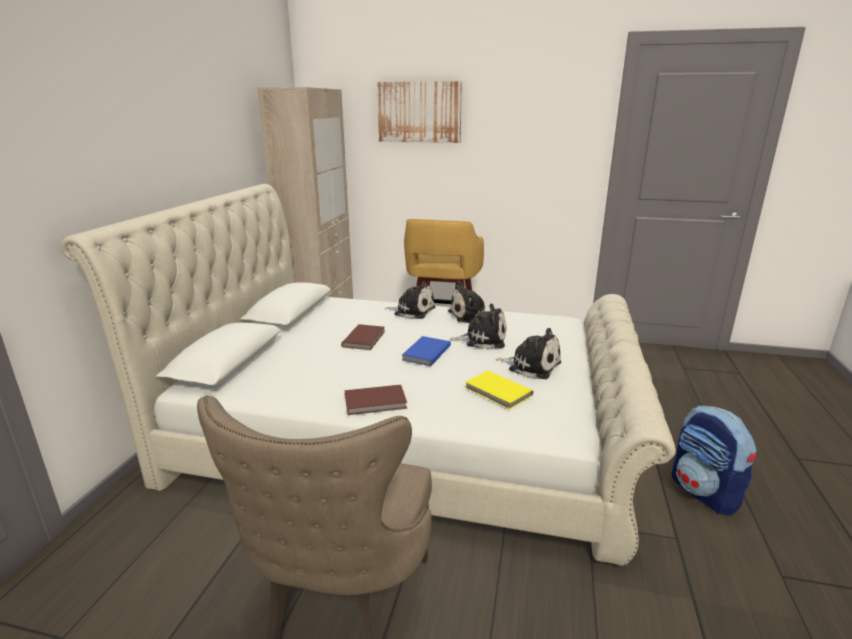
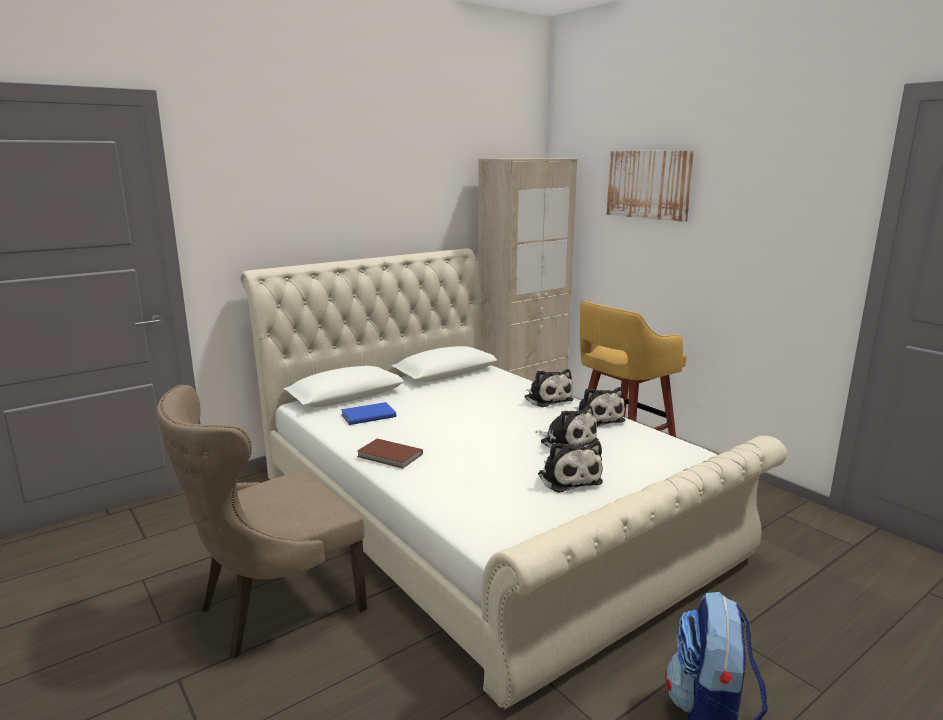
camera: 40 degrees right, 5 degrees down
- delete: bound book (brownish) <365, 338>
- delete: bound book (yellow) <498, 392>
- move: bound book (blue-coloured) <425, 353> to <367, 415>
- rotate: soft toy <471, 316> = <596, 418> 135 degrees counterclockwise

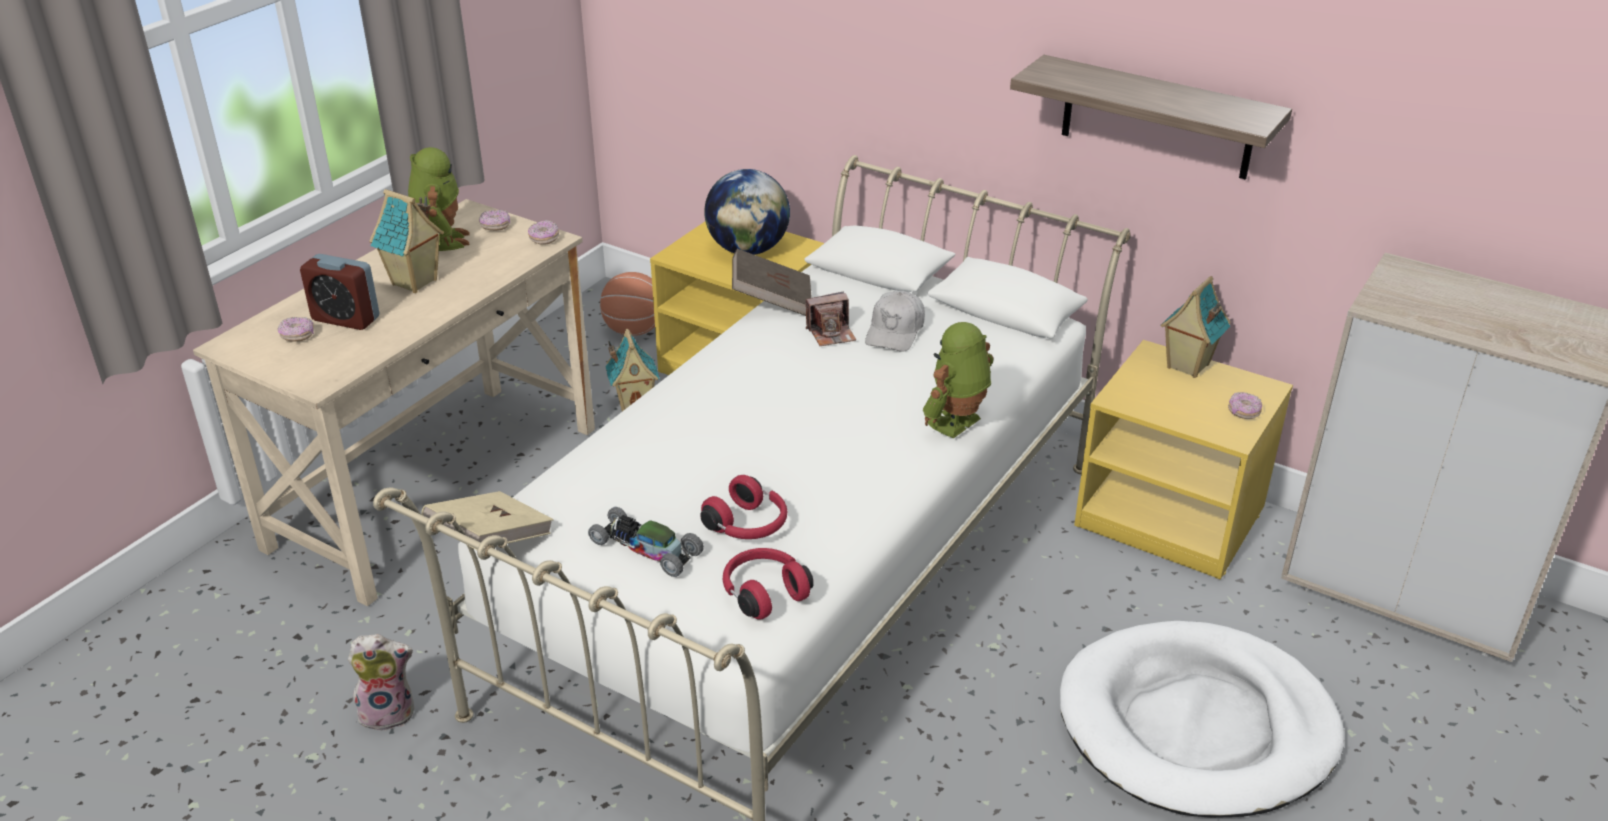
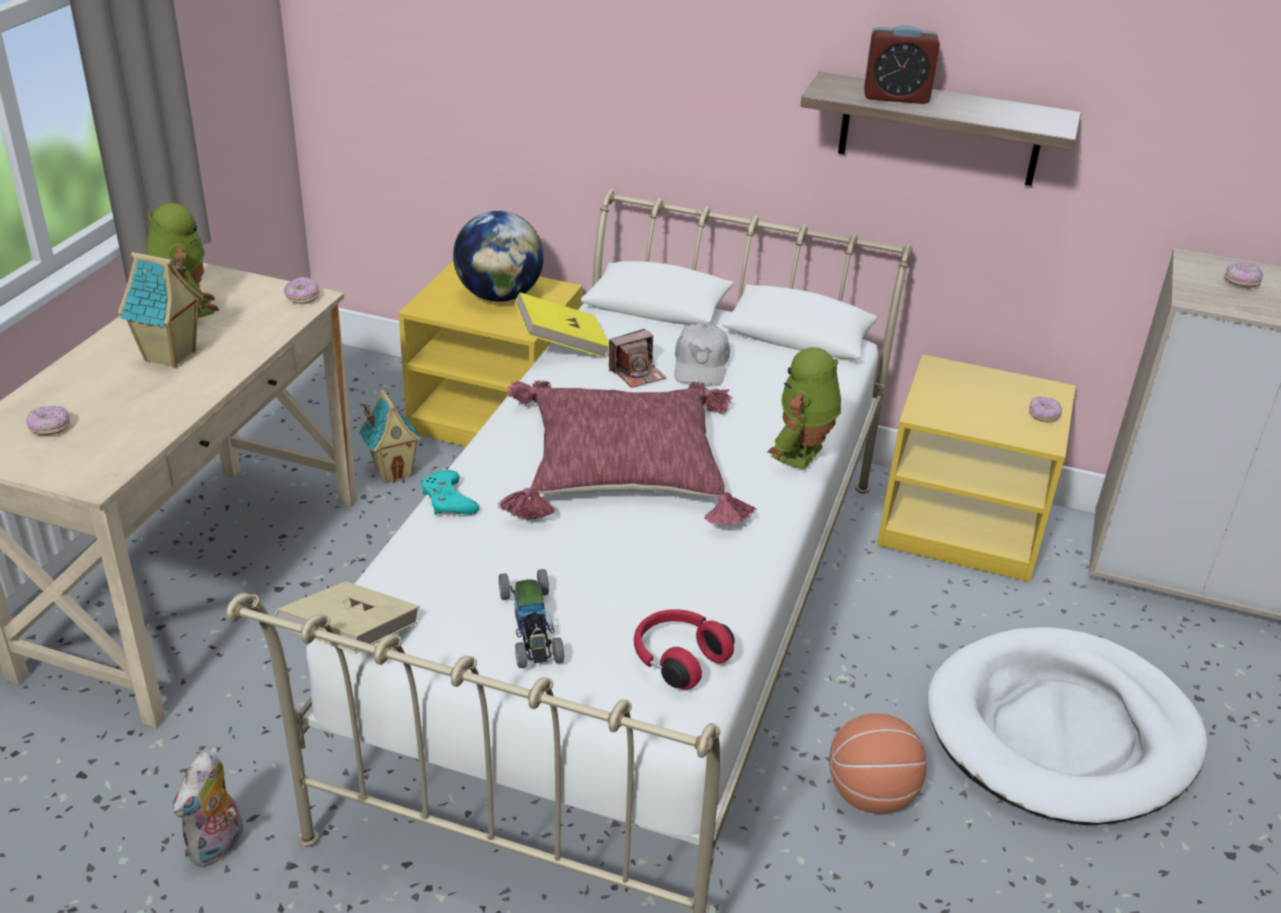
camera: 15 degrees left, 0 degrees up
- delete: headphones (red) <748, 526>
- delete: miniature house <1186, 366>
- insert: joypad (turquoise-coloured) <448, 500>
- insert: pillow (red) <623, 461>
- move: table clock <346, 319> to <896, 97>
- move: doughnut <495, 227> to <1241, 283>
- move: basketball <634, 330> to <871, 794>
- recolor: bound book (brownish) <772, 300> to bound book (yellow) <561, 345>
- rotate: soft toy <389, 712> = <218, 847> 135 degrees clockwise
- rotate: model car <645, 549> = <531, 626> 120 degrees counterclockwise

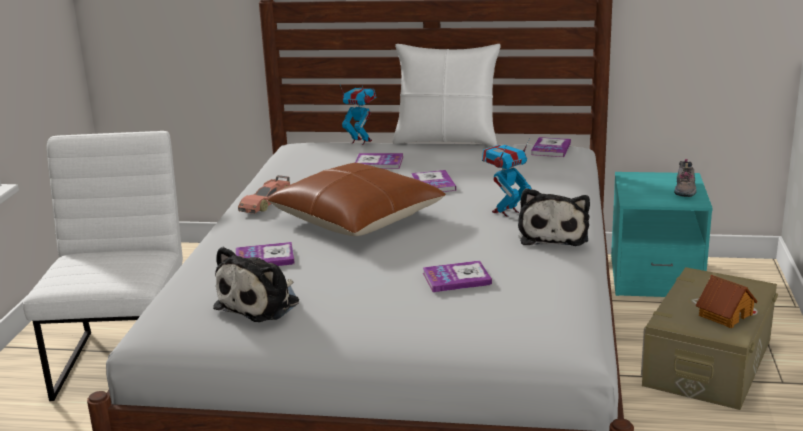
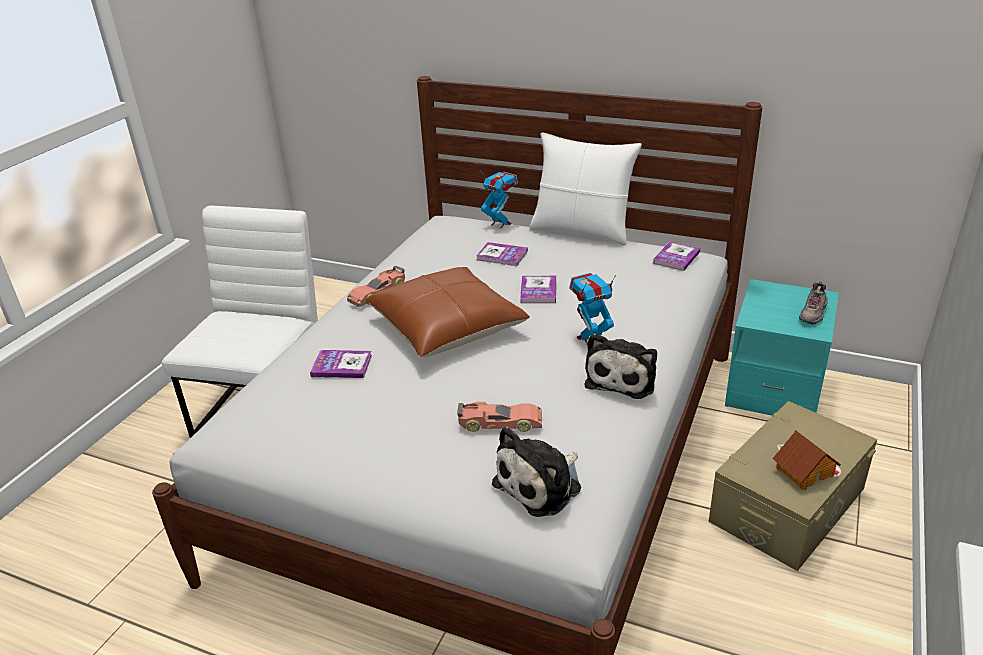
camera: 15 degrees right, 10 degrees up
- move: soft toy <261, 304> to <541, 484>
- replace: bound book <456, 278> to model car <500, 423>

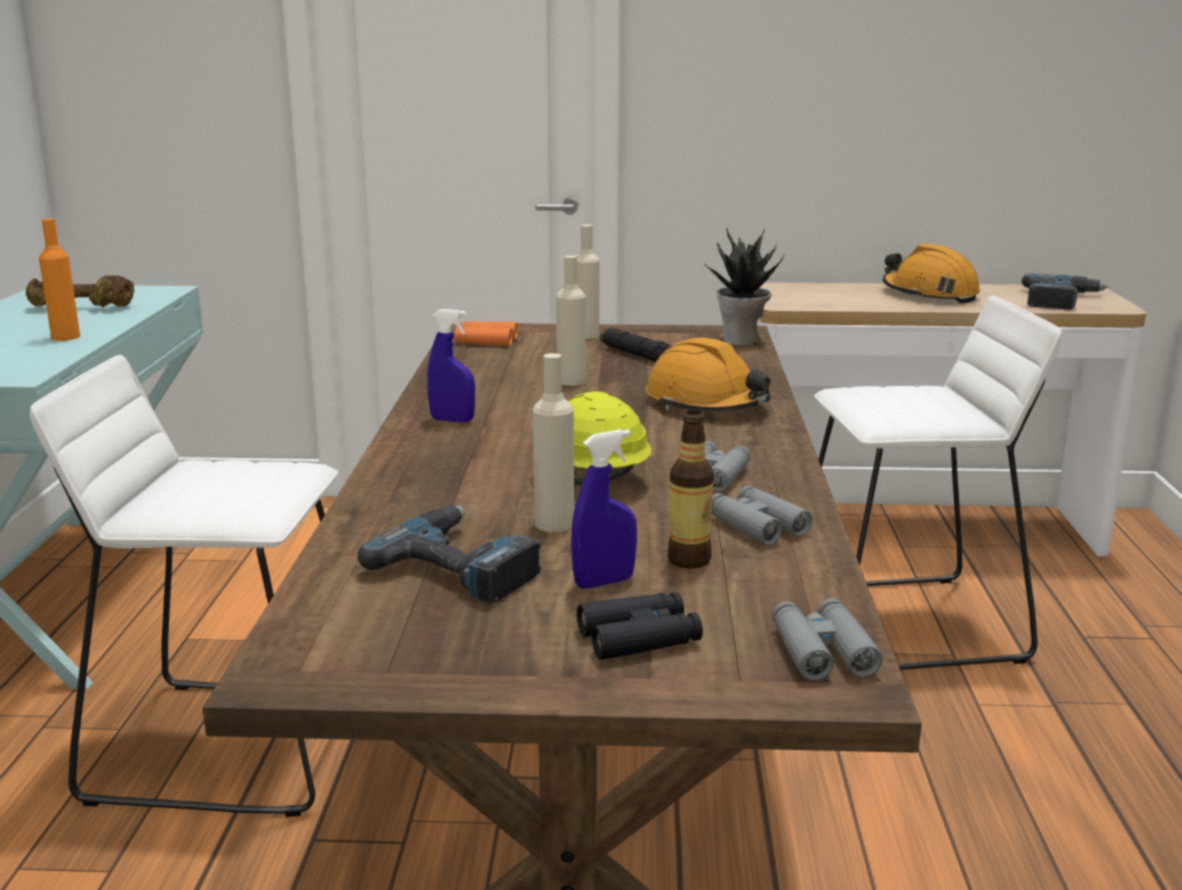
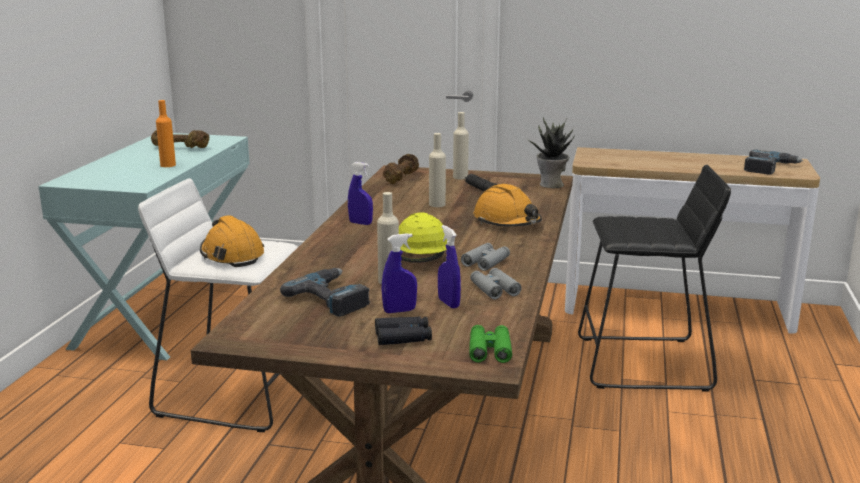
camera: 10 degrees right, 0 degrees up
- move: hard hat (orange-coloured) <929, 294> to <232, 255>
- replace: pair of binoculars (orange-coloured) <486, 341> to dumbbell (brownish) <400, 178>
- replace: bottle <689, 560> to spray bottle (blue-coloured) <448, 303>
- recolor: pair of binoculars (greyish) <822, 651> to pair of binoculars (greenish) <490, 350>
- recolor: stool seat (whitish) <905, 625> to stool seat (black-coloured) <643, 364>

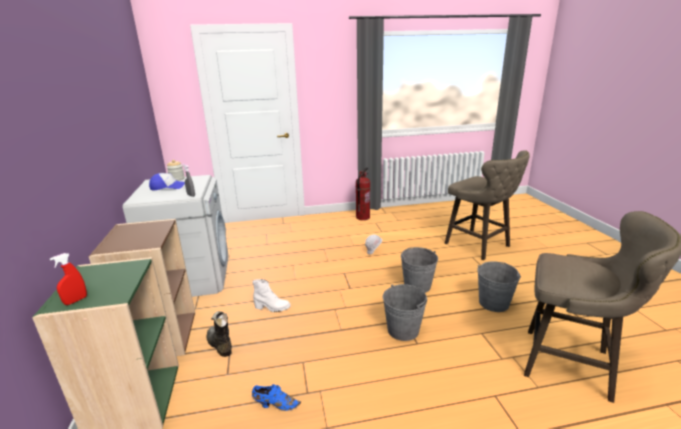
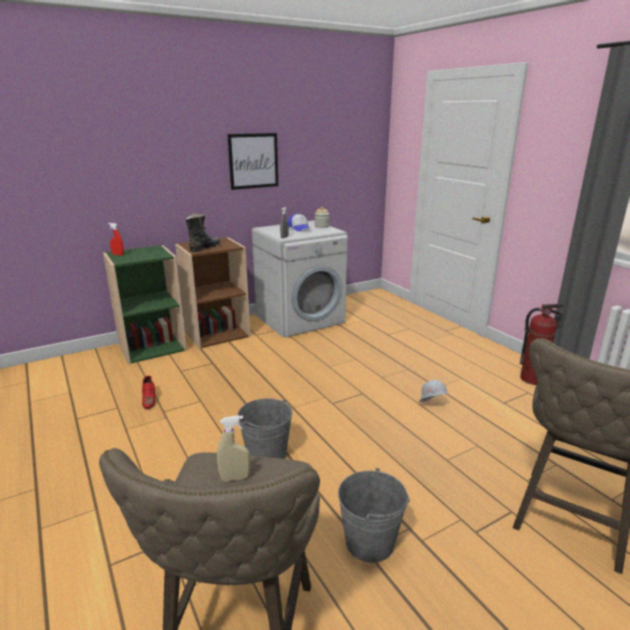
camera: 70 degrees right, 0 degrees up
- delete: tall boot (whitish) <272, 308>
- delete: bucket (greyish) <417, 285>
- insert: spray bottle (beige) <235, 478>
- insert: wall picture <253, 161>
- move: tall boot (black-coloured) <219, 345> to <204, 248>
- recolor: shoe (blue-coloured) <275, 405> to shoe (red) <149, 400>

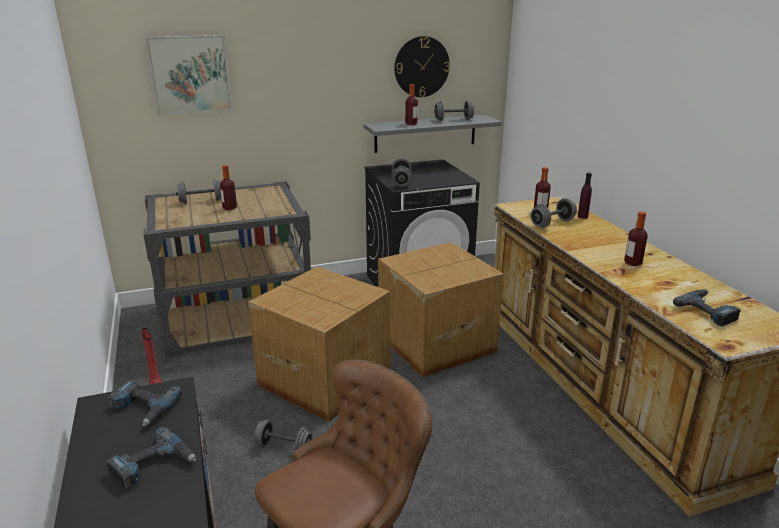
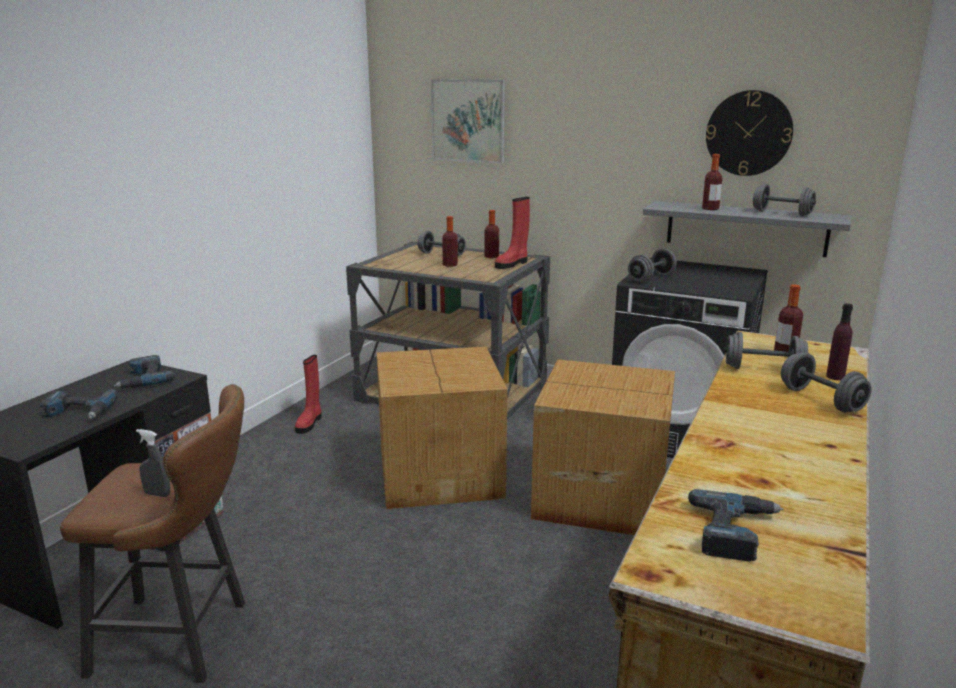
camera: 45 degrees right, 5 degrees down
- insert: spray bottle (greyish) <157, 494>
- insert: tall boot (red) <512, 264>
- move: dumbbell (greyish) <284, 448> to <821, 400>
- move: bottle <632, 263> to <491, 256>

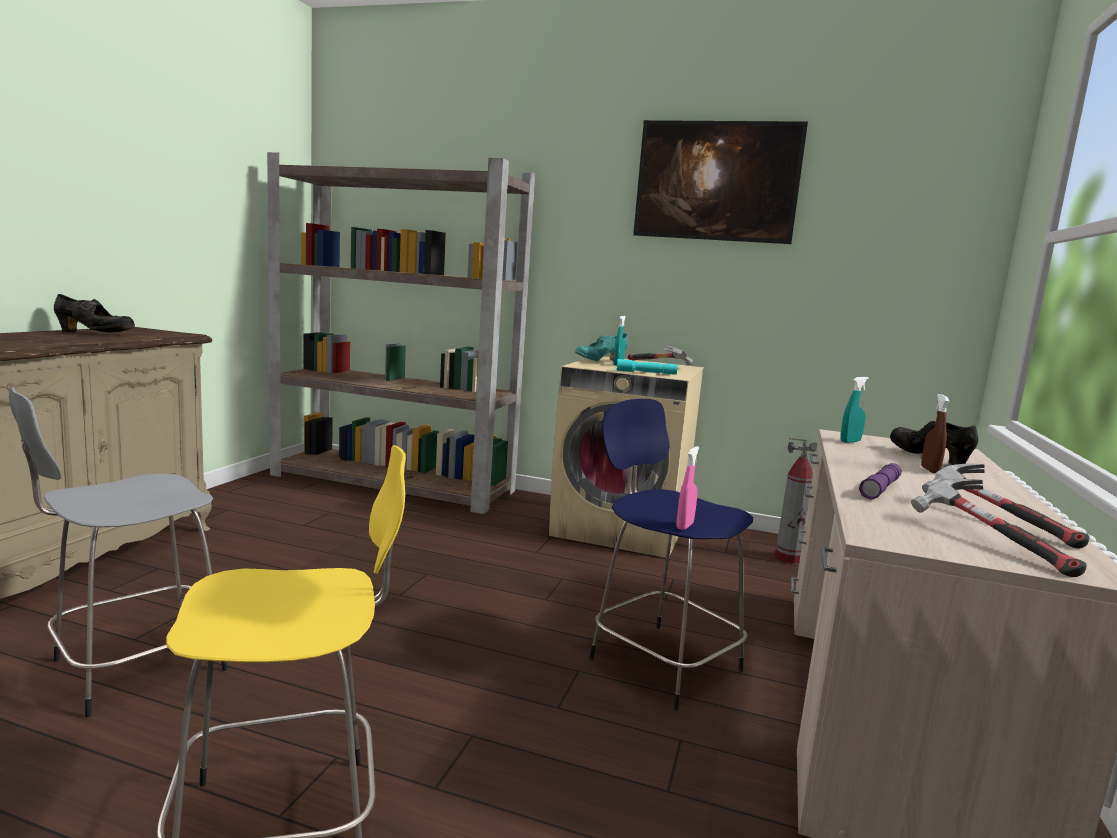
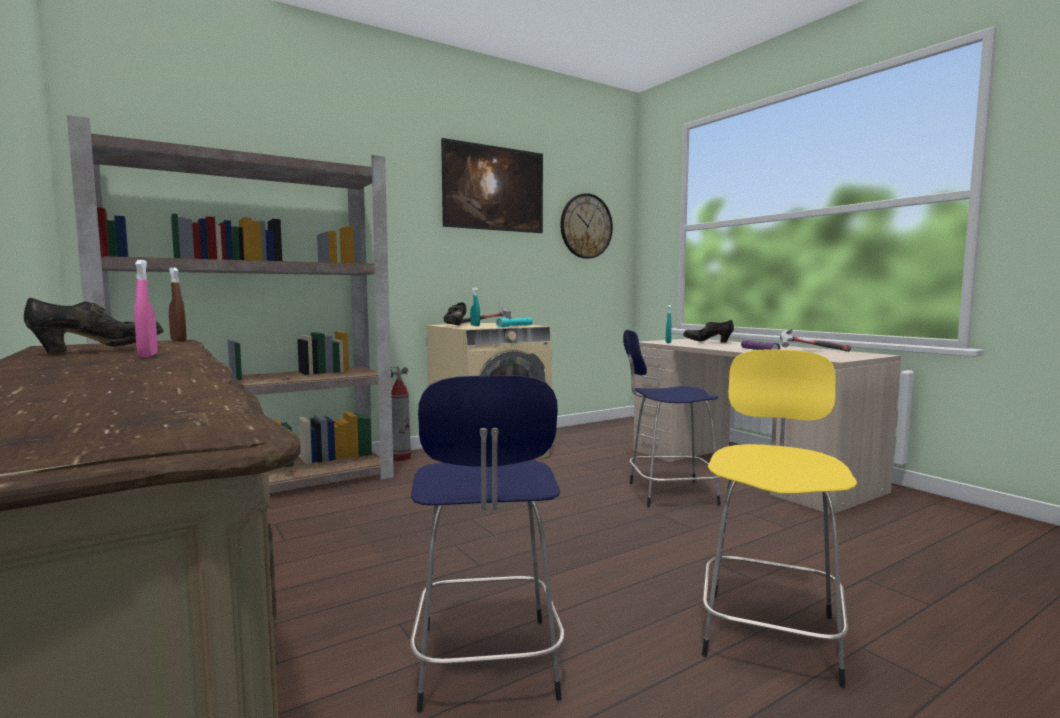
camera: 50 degrees left, 5 degrees down
- delete: hand hammer <989, 542>
- insert: clock on the wall <586, 226>
- move: spray bottle (pinkish) <684, 526> to <148, 355>
- move: extinguisher <788, 558> to <401, 458>
- move: spray bottle (brownish) <930, 470> to <178, 341>
- recolor: stool seat (greyish) <133, 667> to stool seat (blue-coloured) <486, 666>
- recolor: shoe (turquoise-coloured) <600, 361> to shoe (black-coloured) <455, 326>

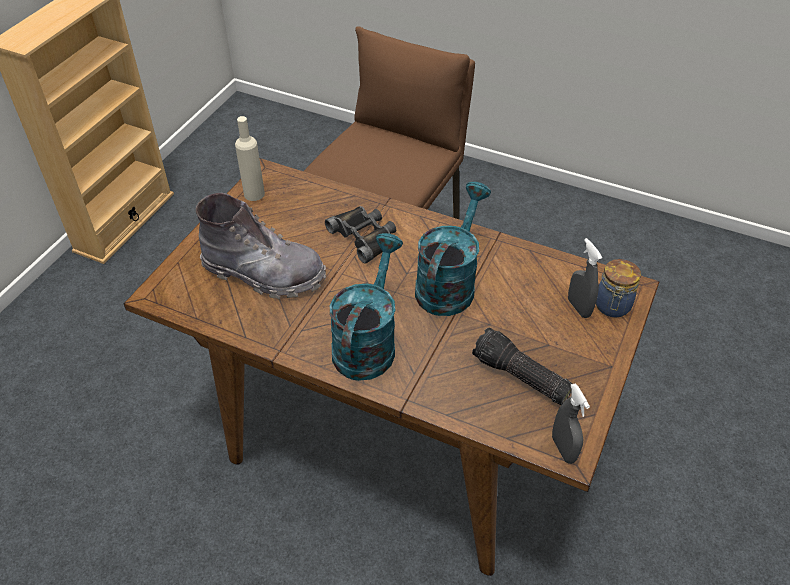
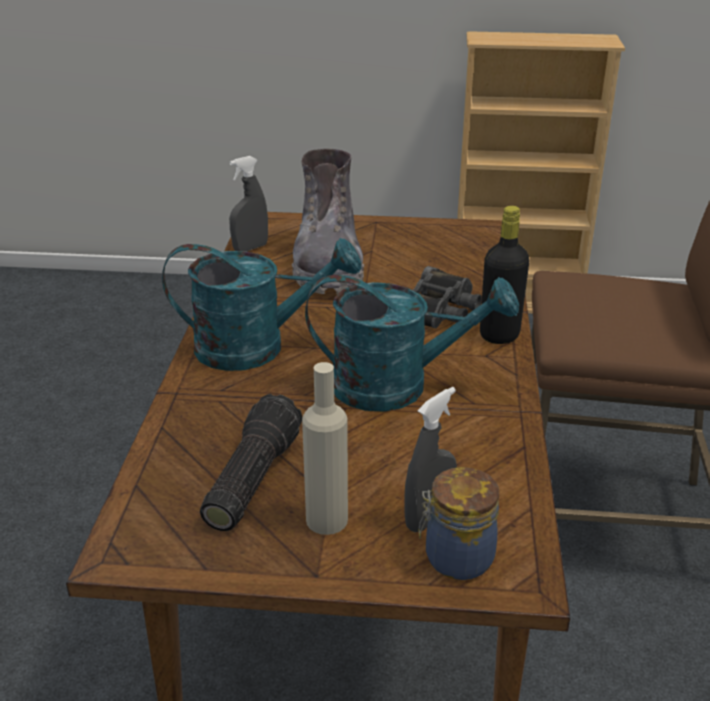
camera: 70 degrees right, 15 degrees down
- insert: bottle (black-coloured) <499, 335>
- move: bottle (beige) <254, 194> to <327, 520>
- move: spray bottle (greyish) <563, 449> to <250, 248>

